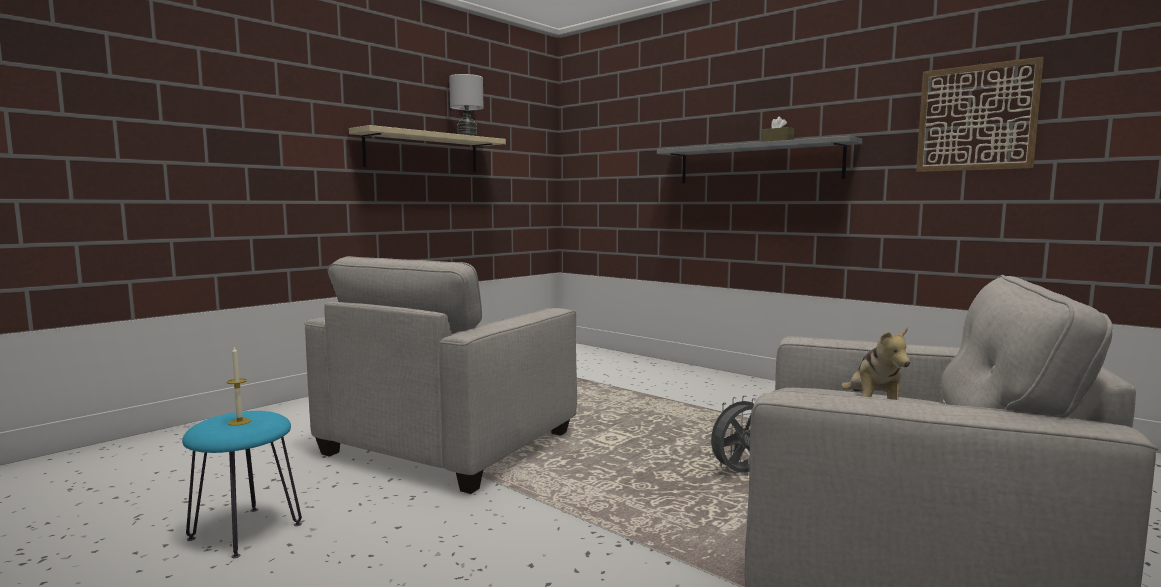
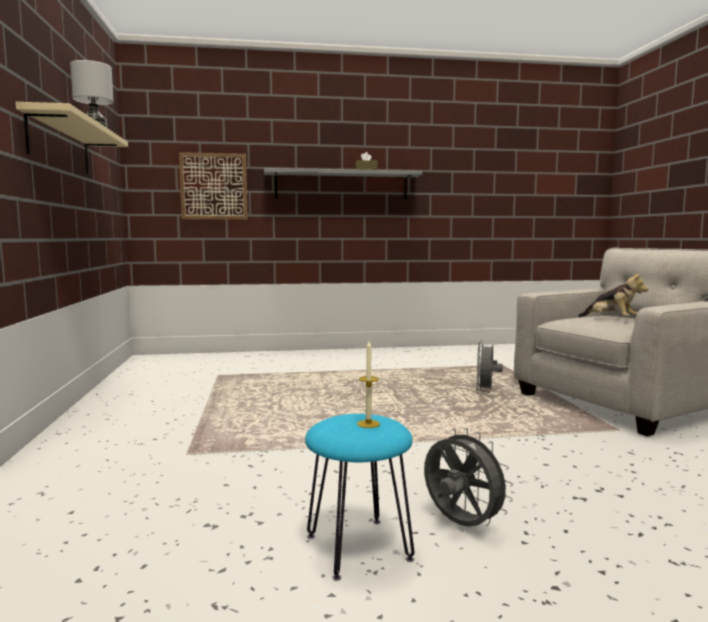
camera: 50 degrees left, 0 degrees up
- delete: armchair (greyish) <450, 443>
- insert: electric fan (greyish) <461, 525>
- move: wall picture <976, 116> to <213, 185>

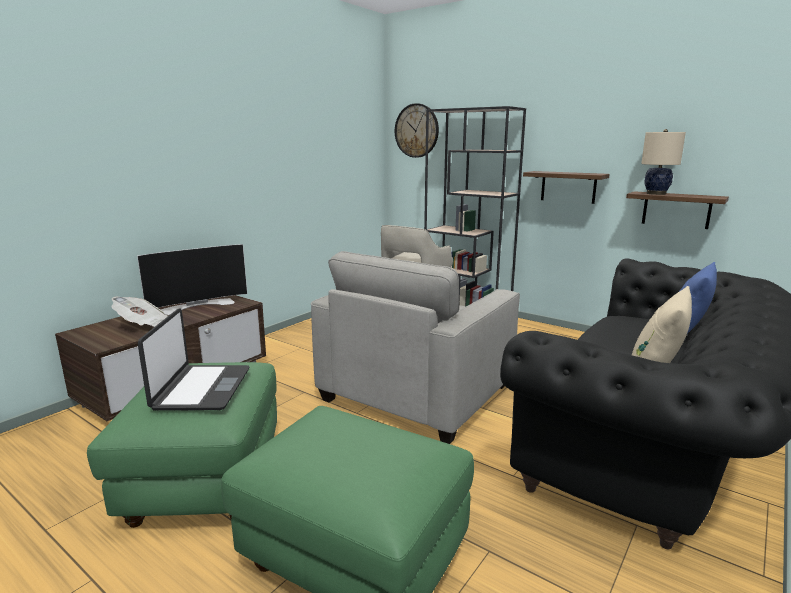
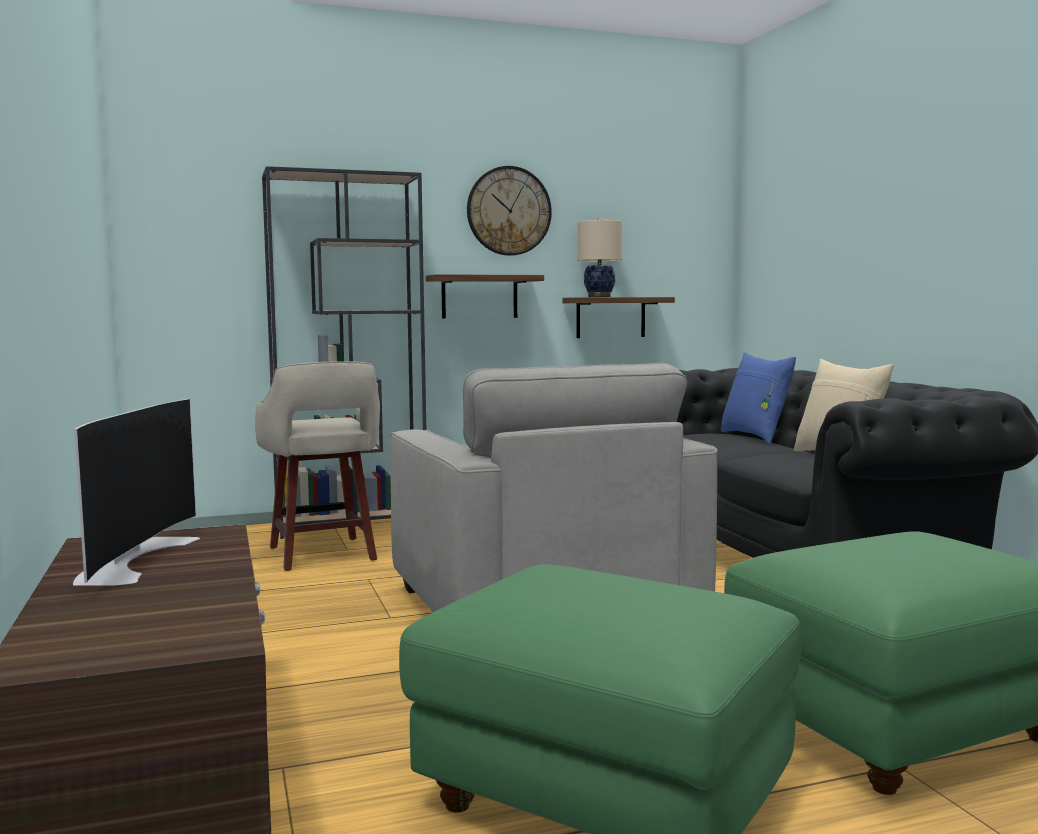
camera: 55 degrees left, 10 degrees down
- delete: printed paper <144, 325>
- delete: notebook computer <201, 389>
- move: clock on the wall <416, 130> to <509, 211>

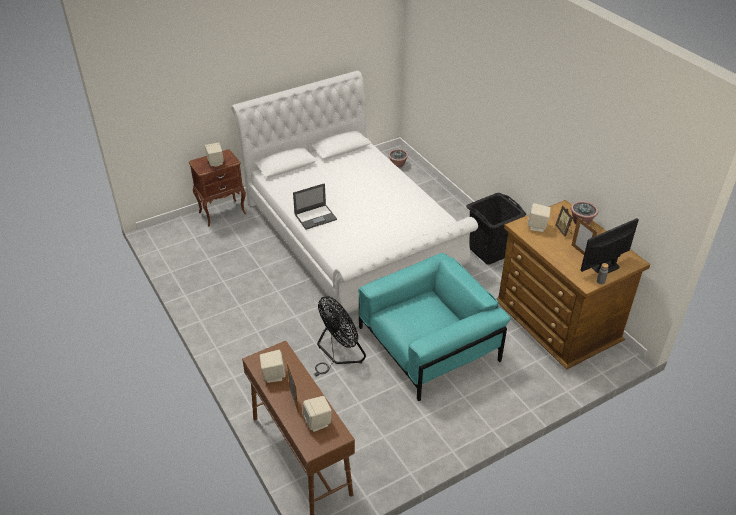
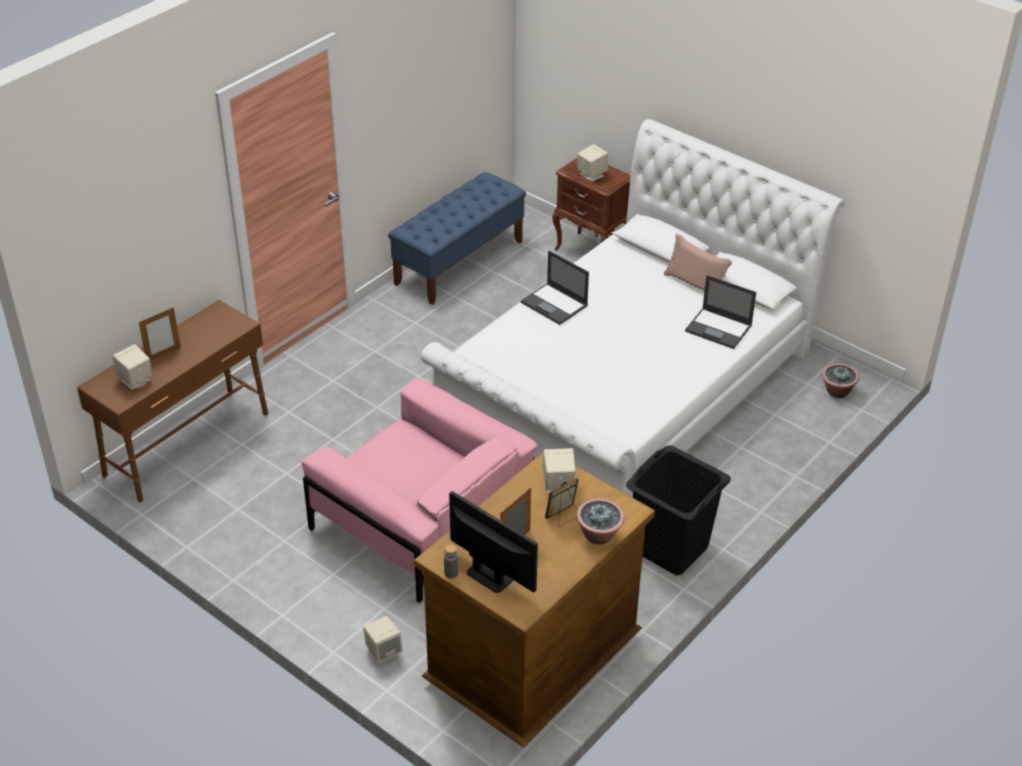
camera: 70 degrees right, 0 degrees up
- delete: electric fan (black-coloured) <335, 352>
- insert: long seat (blue-coloured) <459, 262>
- insert: pillow (beige) <695, 284>
- insert: notebook computer <719, 328>
- move: audio speaker (beige) <273, 375> to <383, 651>
- recolor: armchair (turquoise-coloured) <429, 343> to armchair (pinkish) <422, 517>

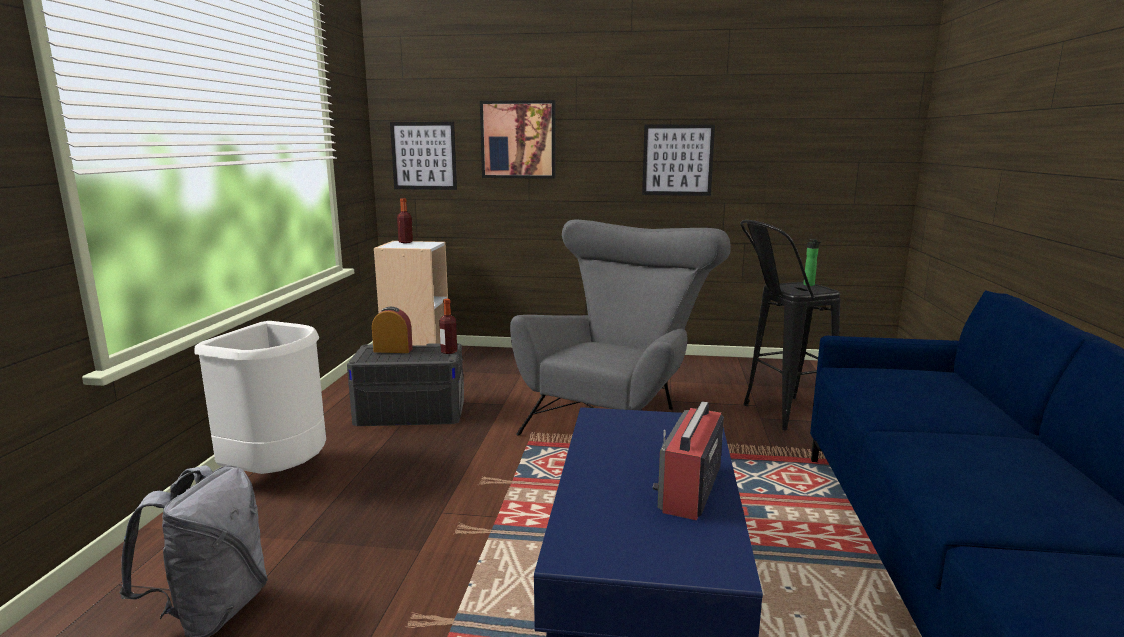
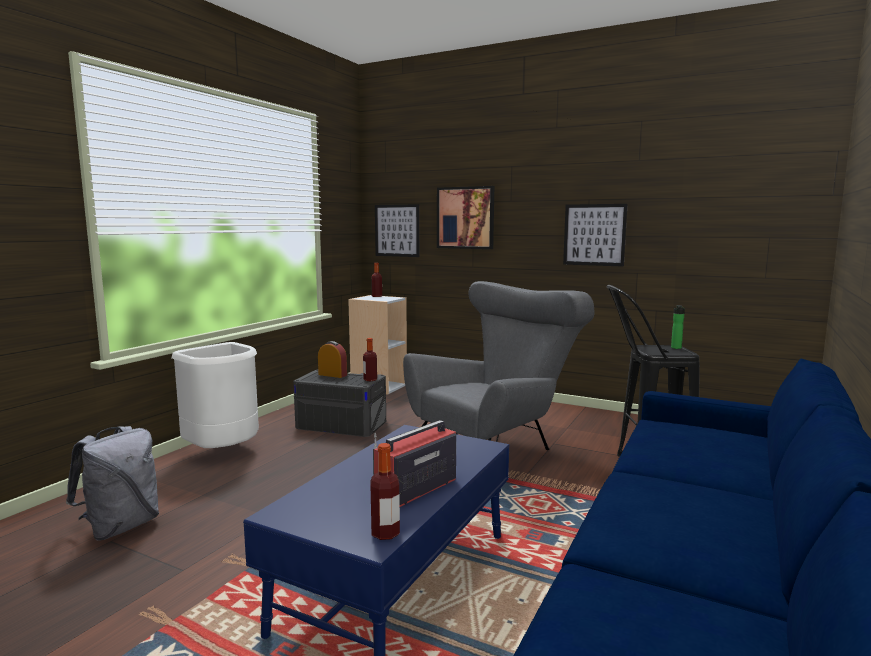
camera: 20 degrees right, 5 degrees down
- insert: bottle <385, 533>

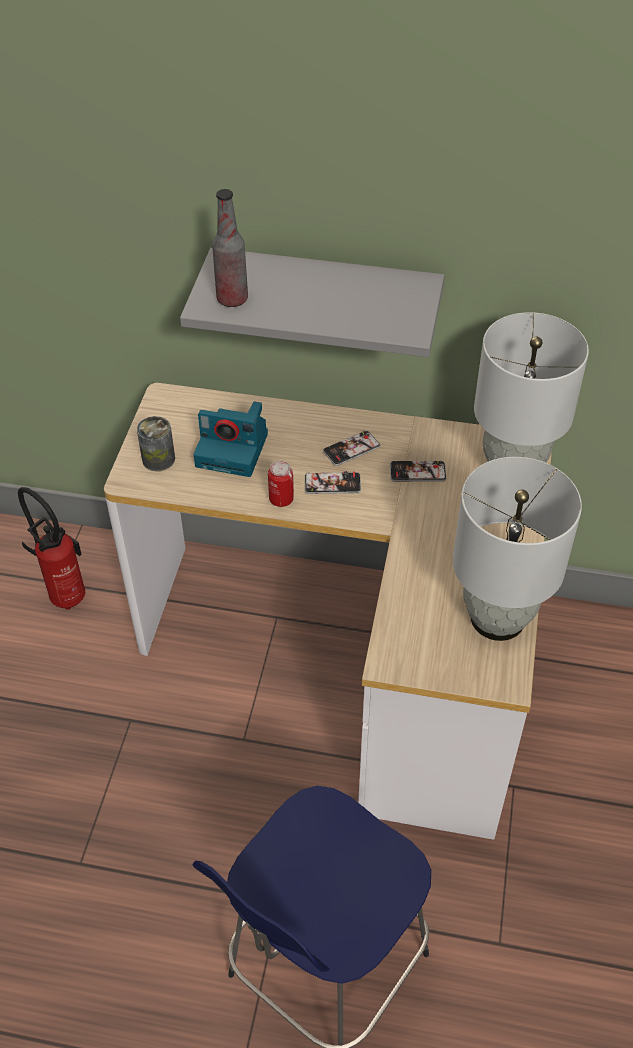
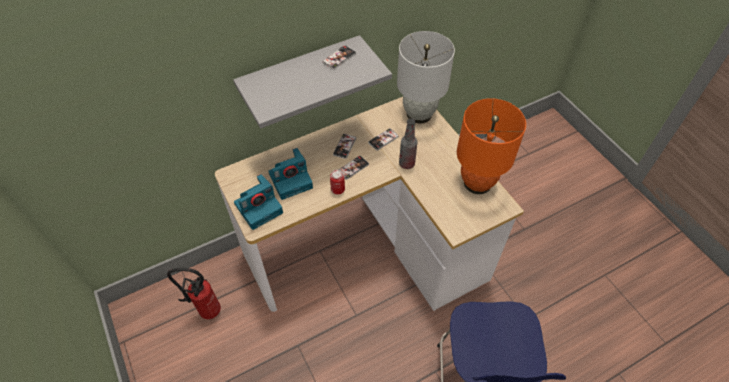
camera: 40 degrees left, 5 degrees up
- insert: handset <339, 58>
- move: bottle <232, 299> to <406, 164>
- replace: sealed can <158, 459> to still camera <259, 207>
- recolor: table lamp (whitish) <497, 618> to table lamp (orange-coloured) <477, 183>

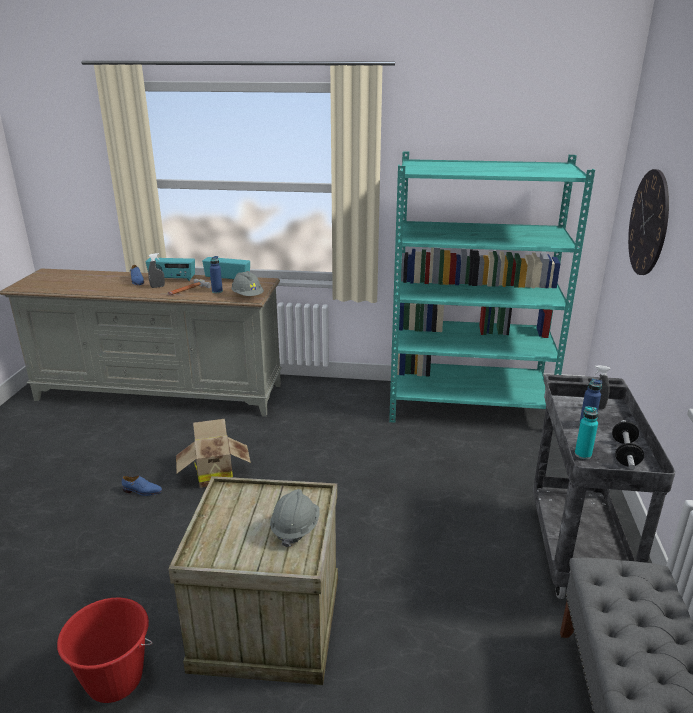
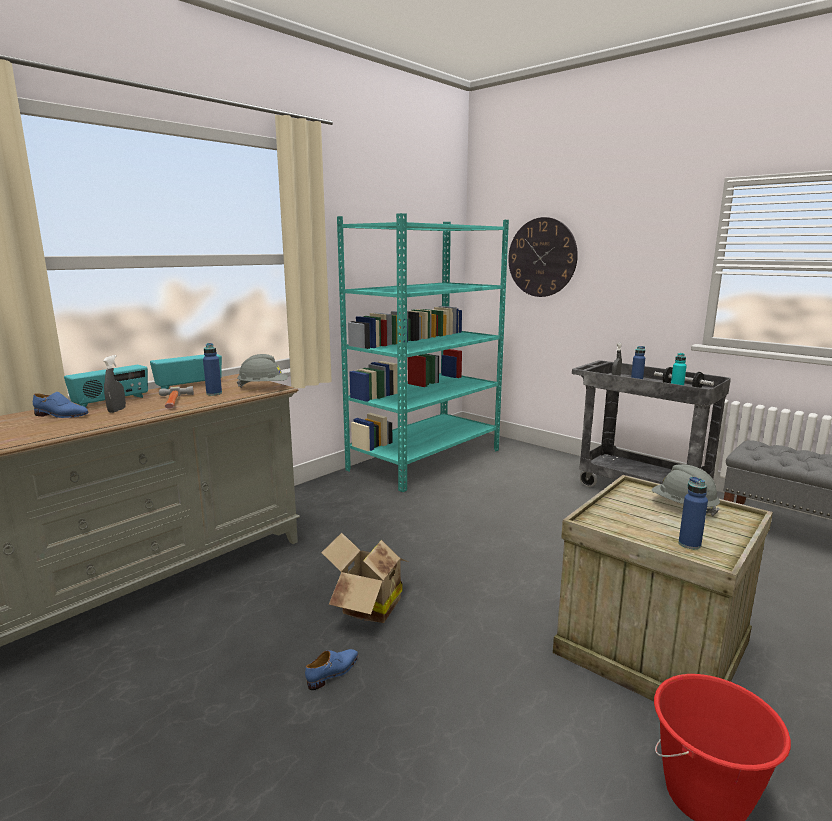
camera: 55 degrees left, 10 degrees down
- insert: bottle (blue-coloured) <689, 544>

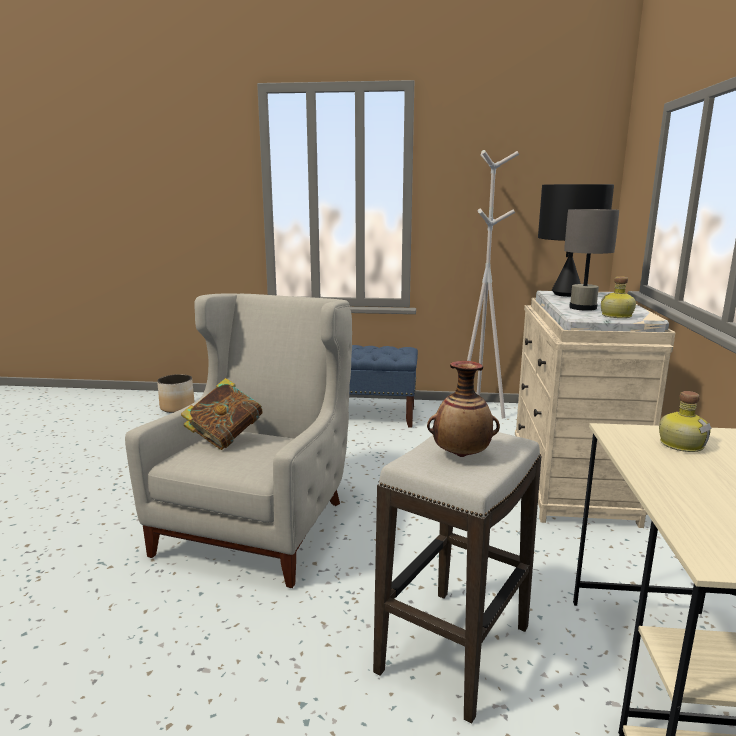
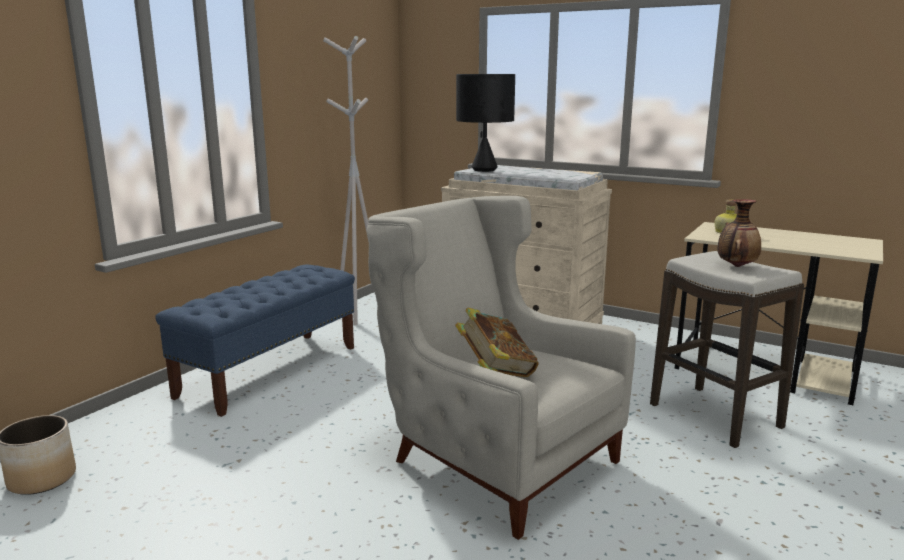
camera: 65 degrees left, 0 degrees up
- delete: table lamp (greyish) <582, 308>
- delete: bottle <617, 316>

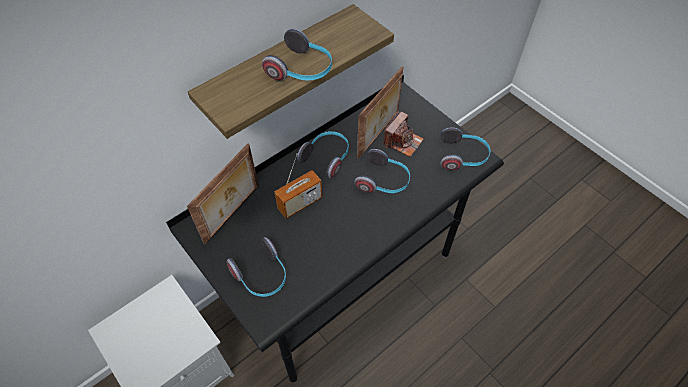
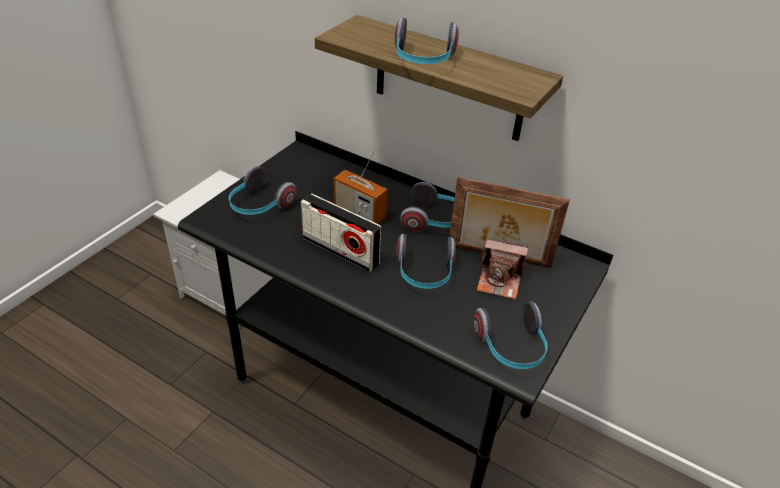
camera: 70 degrees right, 15 degrees down
- delete: standing frame <233, 214>
- insert: radio set <340, 251>

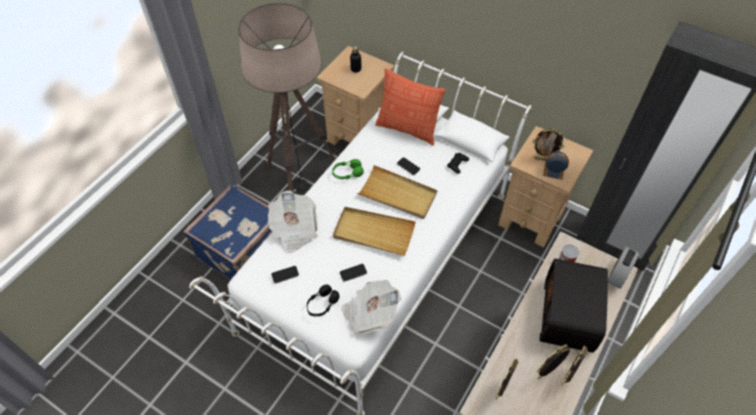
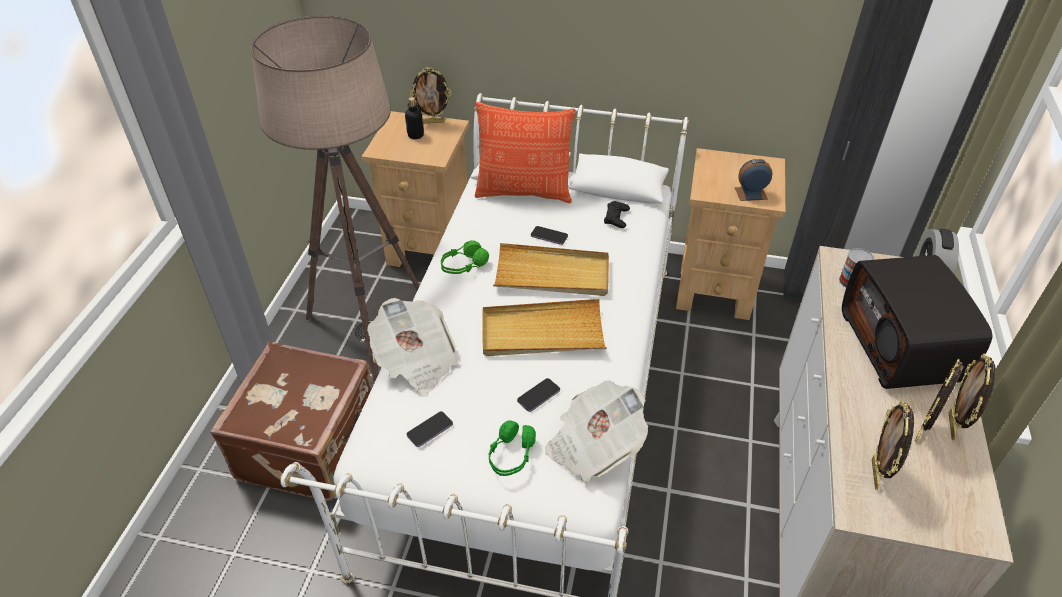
camera: 20 degrees left, 10 degrees down
- move: standing frame <543, 159> to <433, 122>
- recolor: suitcase (blue-coloured) <243, 249> to suitcase (brownish) <311, 445>
- recolor: headphones (black-coloured) <322, 304> to headphones (greenish) <511, 455>

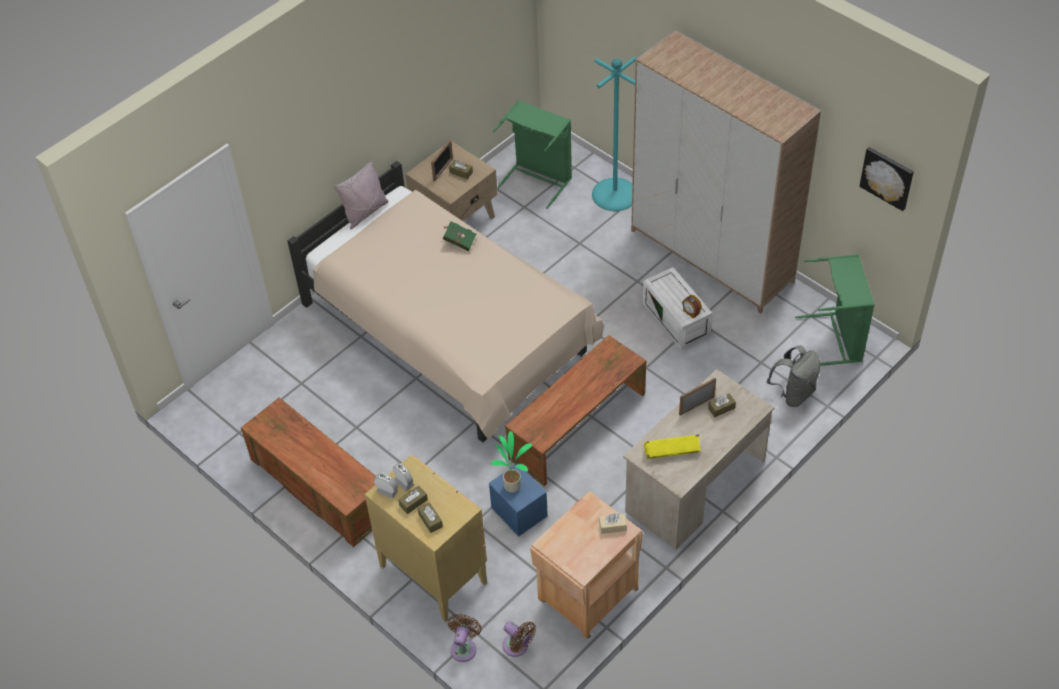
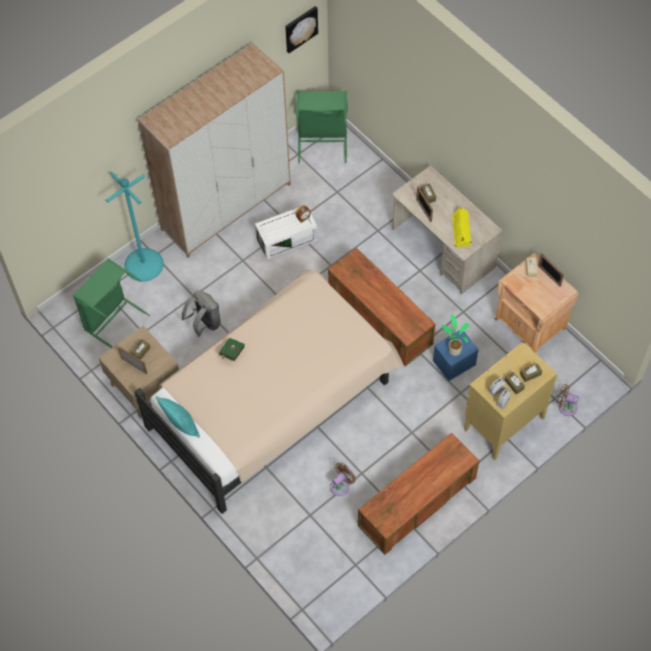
camera: 85 degrees left, 10 degrees up
- insert: standing frame <549, 276>
- move: electric fan (brownish) <517, 647> to <341, 485>
- move: backpack (greyish) <793, 393> to <204, 324>
- recolor: pillow (purplish) <365, 212> to pillow (turquoise-coloured) <181, 425>

